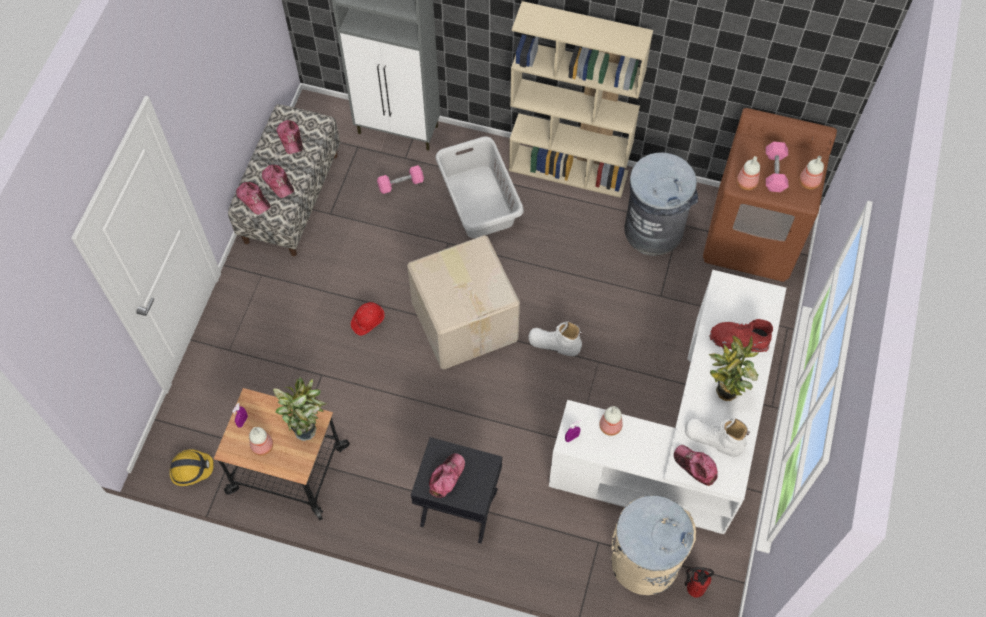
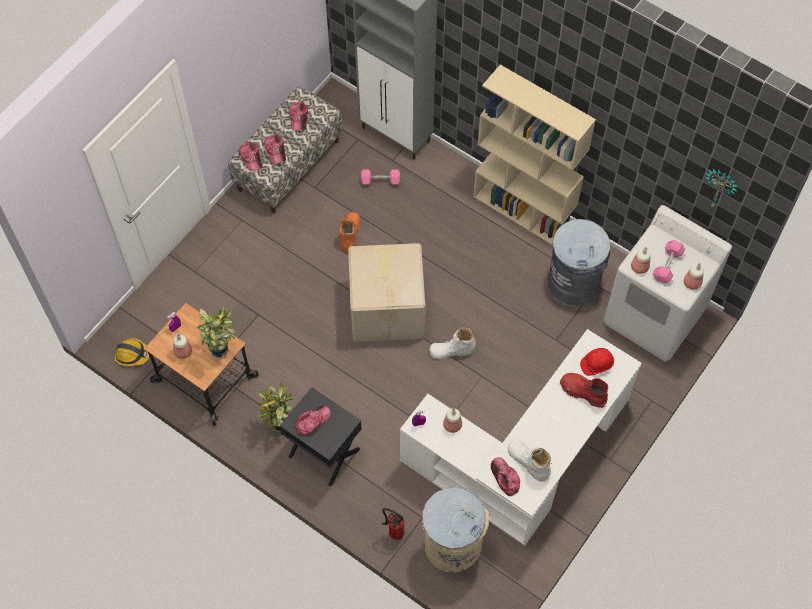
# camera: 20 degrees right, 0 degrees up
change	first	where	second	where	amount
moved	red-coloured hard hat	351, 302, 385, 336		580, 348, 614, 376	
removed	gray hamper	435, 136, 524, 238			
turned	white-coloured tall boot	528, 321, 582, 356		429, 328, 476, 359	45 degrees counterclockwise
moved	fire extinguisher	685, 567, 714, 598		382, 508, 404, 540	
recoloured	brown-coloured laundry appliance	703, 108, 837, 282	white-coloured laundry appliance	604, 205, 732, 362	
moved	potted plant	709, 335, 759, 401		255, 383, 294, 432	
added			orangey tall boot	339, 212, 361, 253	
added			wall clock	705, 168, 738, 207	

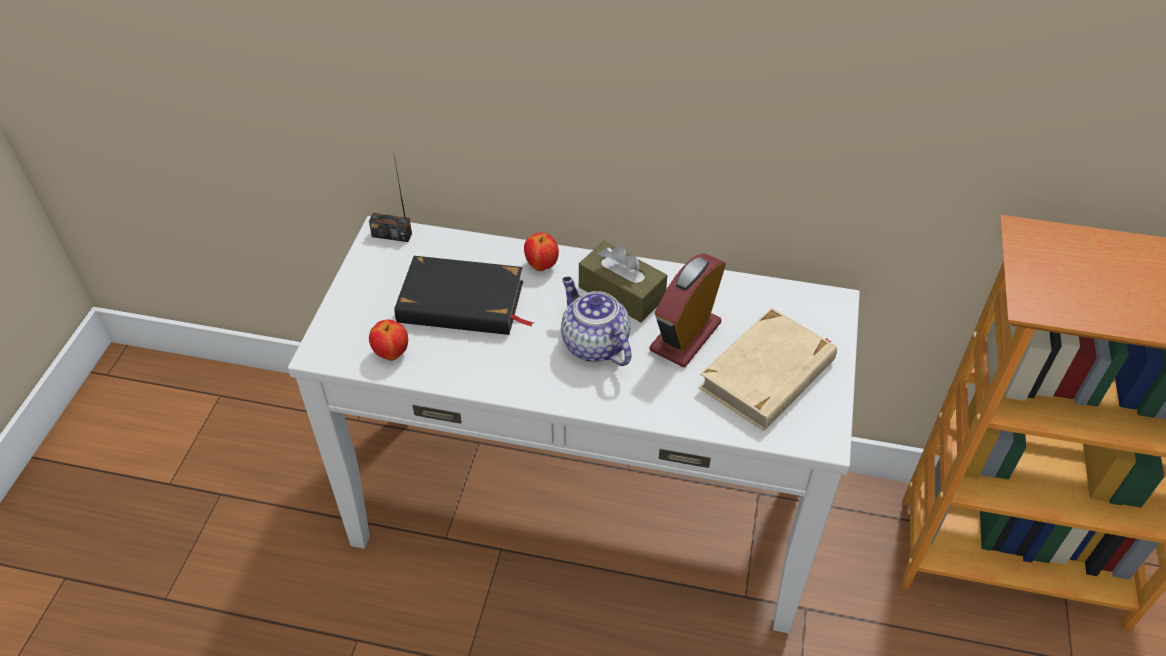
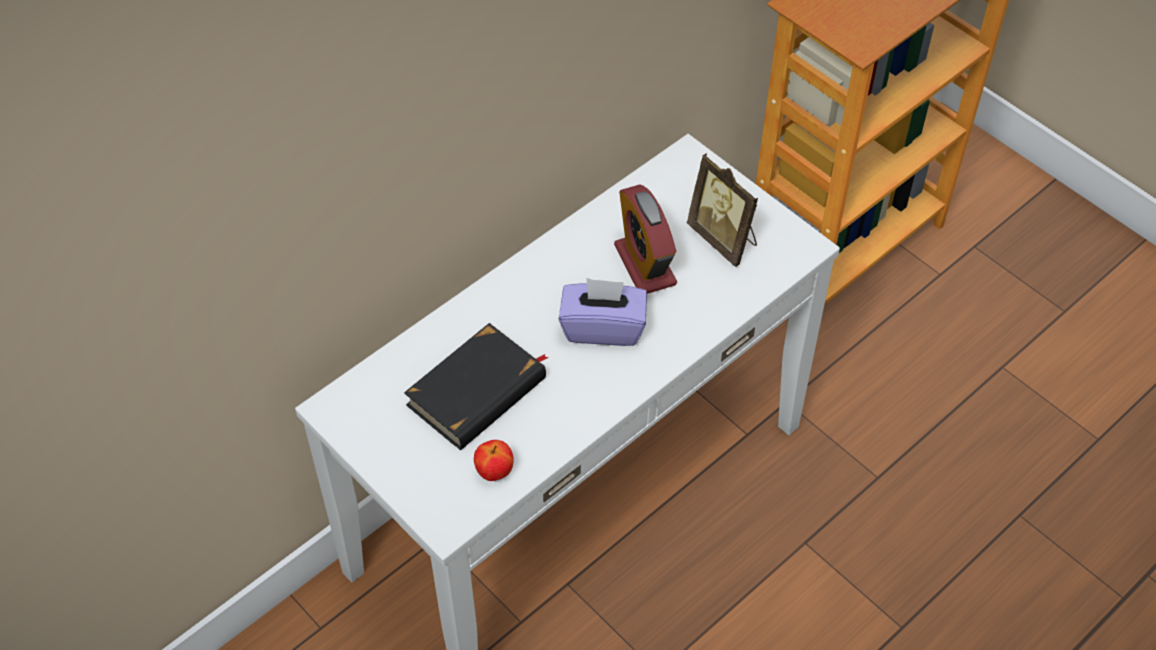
# camera: 55 degrees left, 5 degrees up
change	first	where	second	where	amount
removed	radio receiver	369, 156, 412, 242			
removed	apple fruit	524, 233, 559, 271			
replaced	tea pot	561, 277, 632, 366	purplish tissue holder	558, 278, 647, 346	
removed	brown-coloured tissue holder	579, 241, 667, 322			
replaced	beige-coloured book	699, 308, 837, 431	photo frame	687, 153, 758, 267	

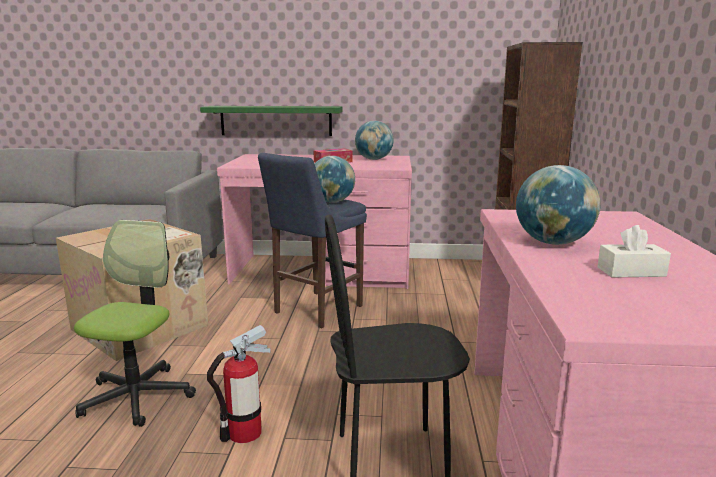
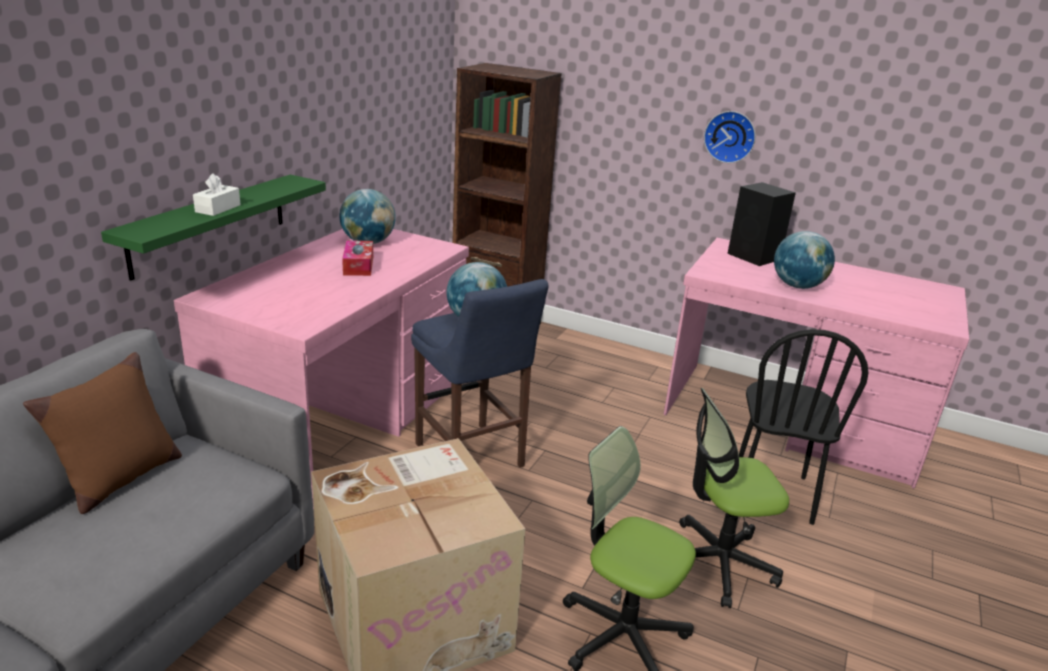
# camera: 70 degrees left, 10 degrees up
change	first	where	second	where	amount
replaced	fire extinguisher	207, 325, 270, 443	desk chair	679, 388, 789, 608	
moved	white-coloured tissue holder	597, 225, 671, 277		193, 173, 241, 216	
added			brown-coloured pillow	23, 352, 182, 514	
added			wall clock	704, 111, 756, 163	
added			black-coloured speaker	727, 182, 796, 266	

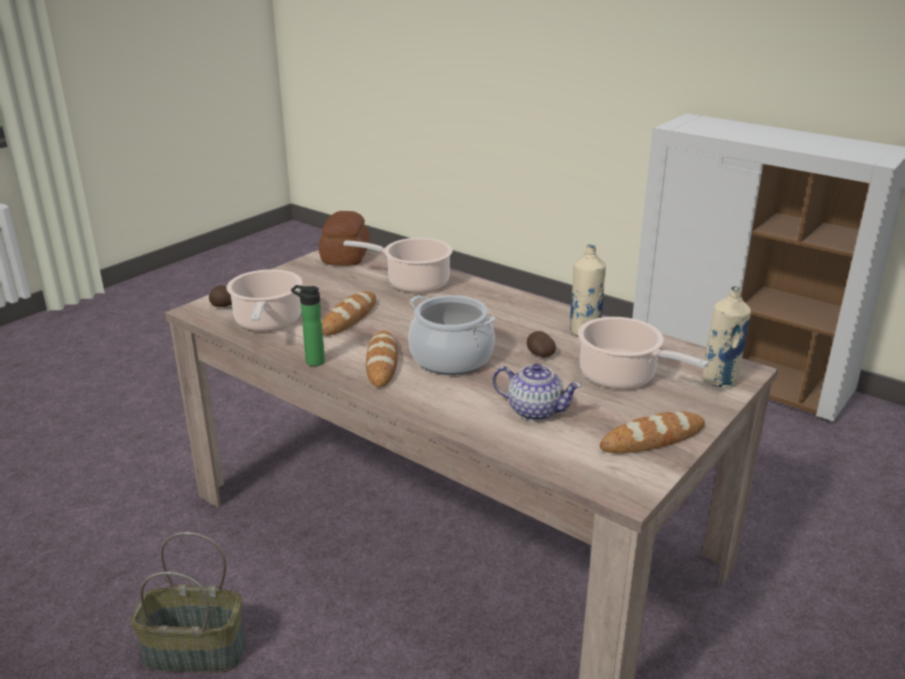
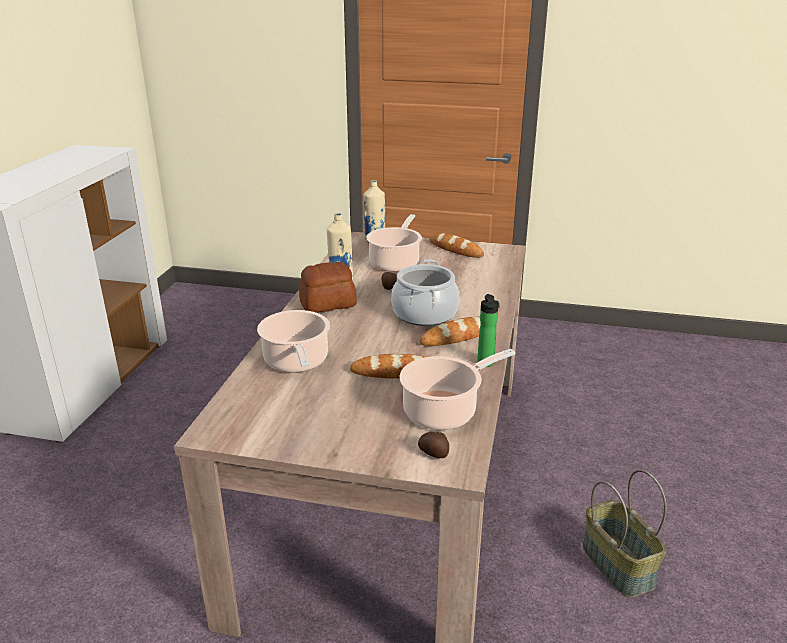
# camera: 115 degrees left, 0 degrees up
change	first	where	second	where	amount
moved	bread	319, 211, 370, 266		299, 262, 357, 313	
removed	tea pot	493, 363, 582, 421			

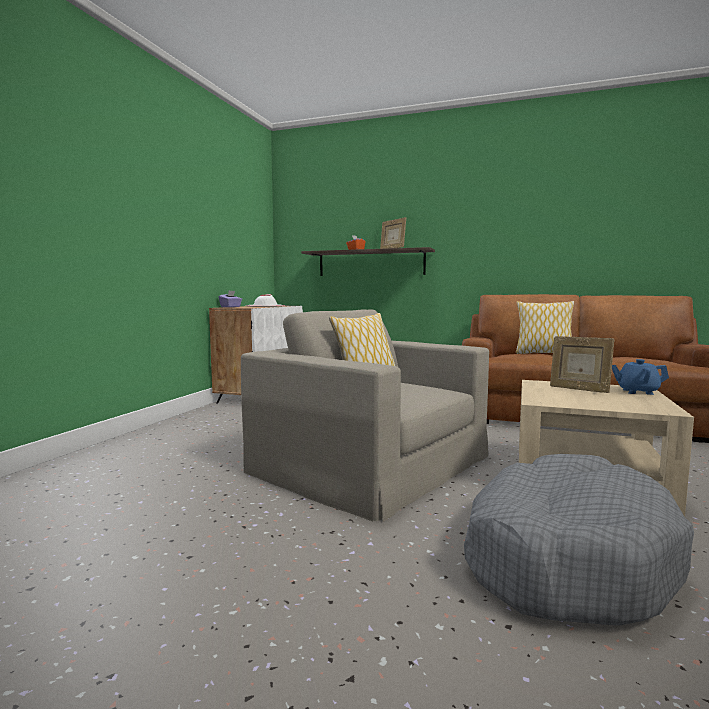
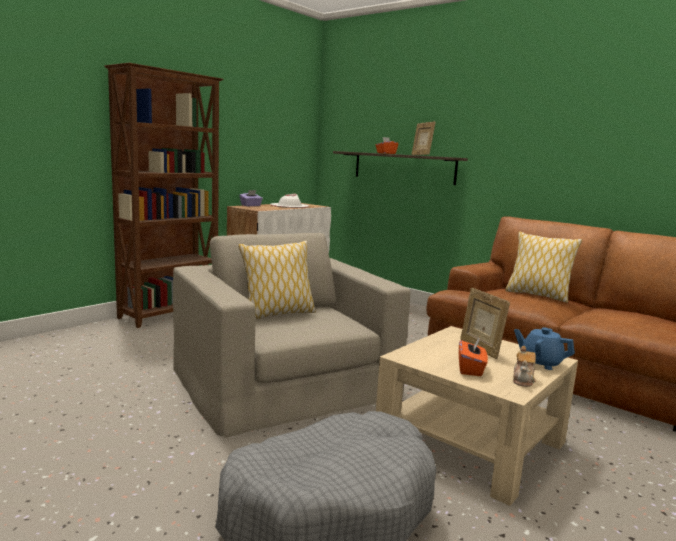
# camera: 20 degrees right, 5 degrees up
change	first	where	second	where	amount
added			brown-coloured bookshelf	104, 63, 224, 328	
added			orangey tissue holder	459, 338, 488, 376	
added			tea pot	513, 346, 536, 387	

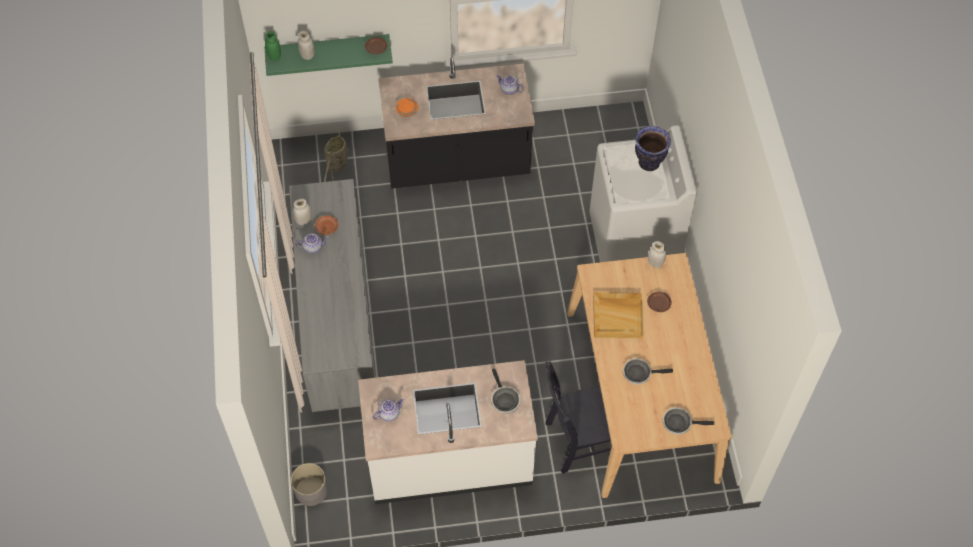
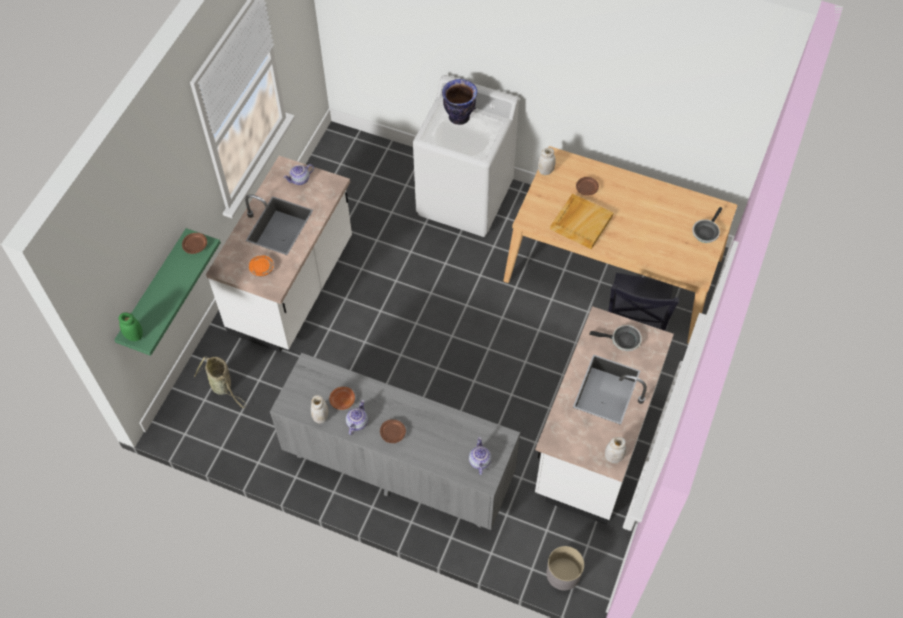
# camera: 60 degrees left, 0 degrees up
change	first	where	second	where	amount
moved	white-coloured storage jar	298, 31, 314, 60		605, 437, 626, 463	
moved	tea pot	373, 398, 405, 421		469, 437, 491, 475	
recoloured	black-coloured counter	378, 57, 535, 189	white-coloured counter	206, 156, 352, 353	
removed	pan	623, 358, 673, 385			
added			brown-coloured plate	380, 419, 406, 443	

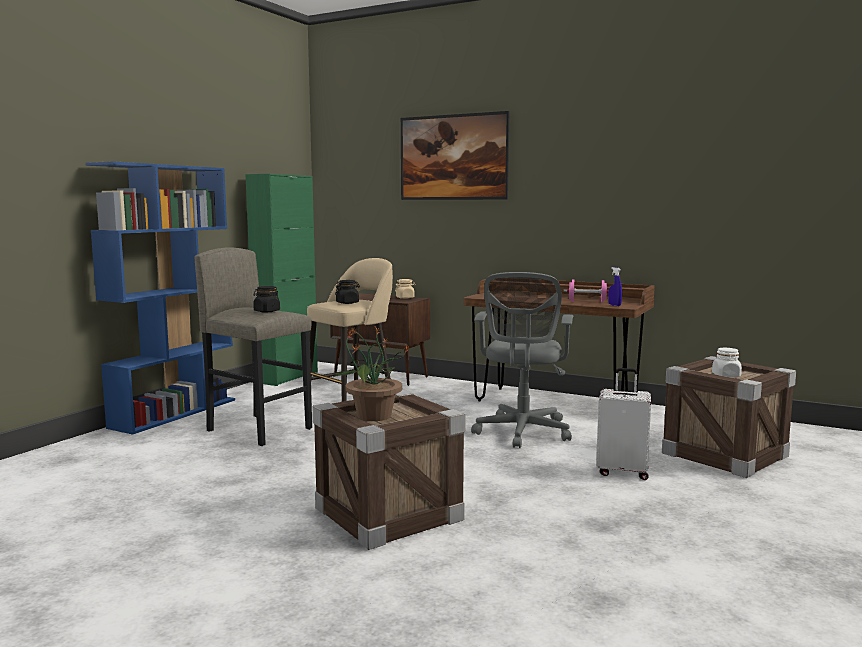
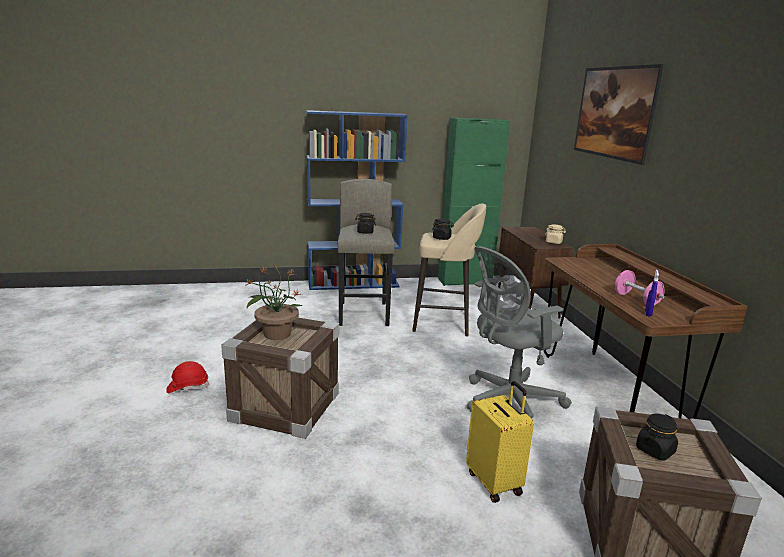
# camera: 50 degrees right, 10 degrees up
change	first	where	second	where	amount
recoloured	white-coloured travel case	596, 368, 651, 480	yellow-coloured travel case	466, 381, 534, 503	
recoloured	white-coloured storage jar	712, 348, 742, 377	black-coloured storage jar	636, 414, 678, 461	
added			red-coloured hard hat	166, 361, 209, 393	

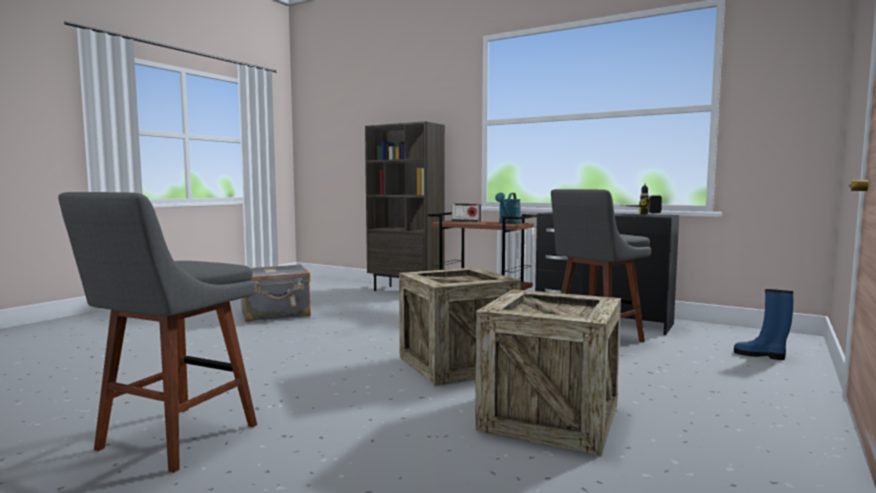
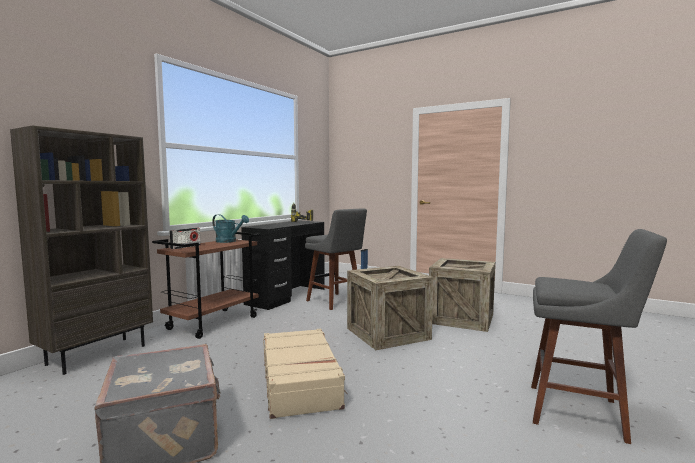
# camera: 90 degrees left, 0 degrees up
change	first	where	second	where	amount
added			beige-coloured travel case	263, 329, 348, 419	

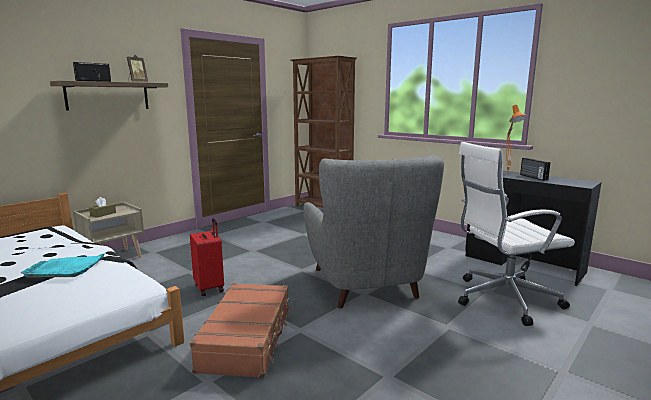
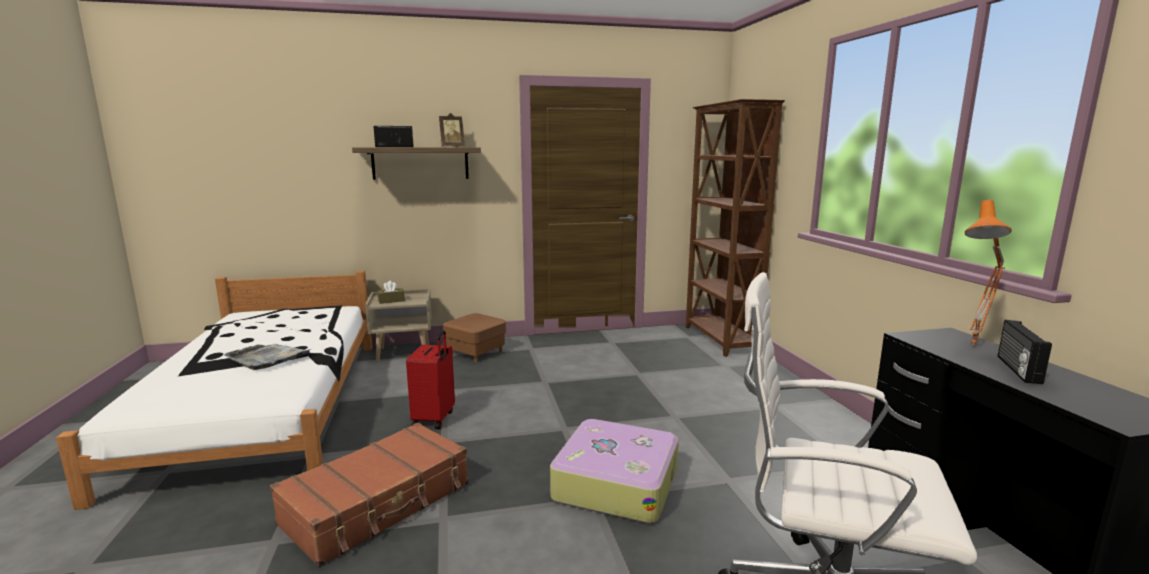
# camera: 35 degrees right, 0 degrees up
change	first	where	second	where	amount
recoloured	blue-green carrying tray	21, 253, 106, 278	gray carrying tray	225, 344, 312, 370	
replaced	gray easy chair	303, 154, 444, 308	travel case	550, 419, 679, 523	
added			brown-coloured pouffe	443, 313, 506, 362	

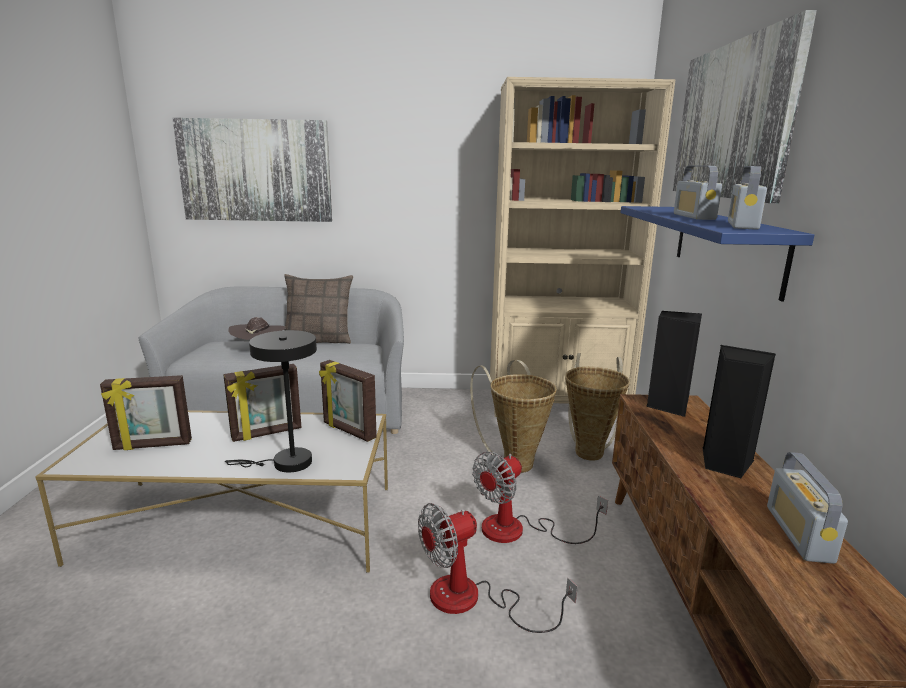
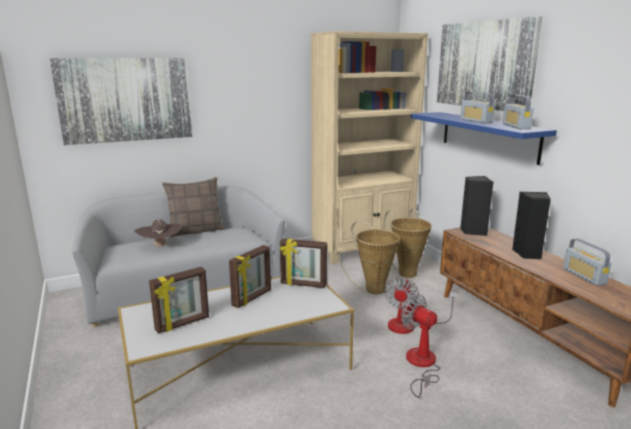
# camera: 25 degrees left, 0 degrees up
change	first	where	second	where	amount
removed	black-coloured tabletop lamp	225, 330, 317, 473			
turned	fan	418, 503, 578, 633		401, 295, 440, 398	105 degrees clockwise

